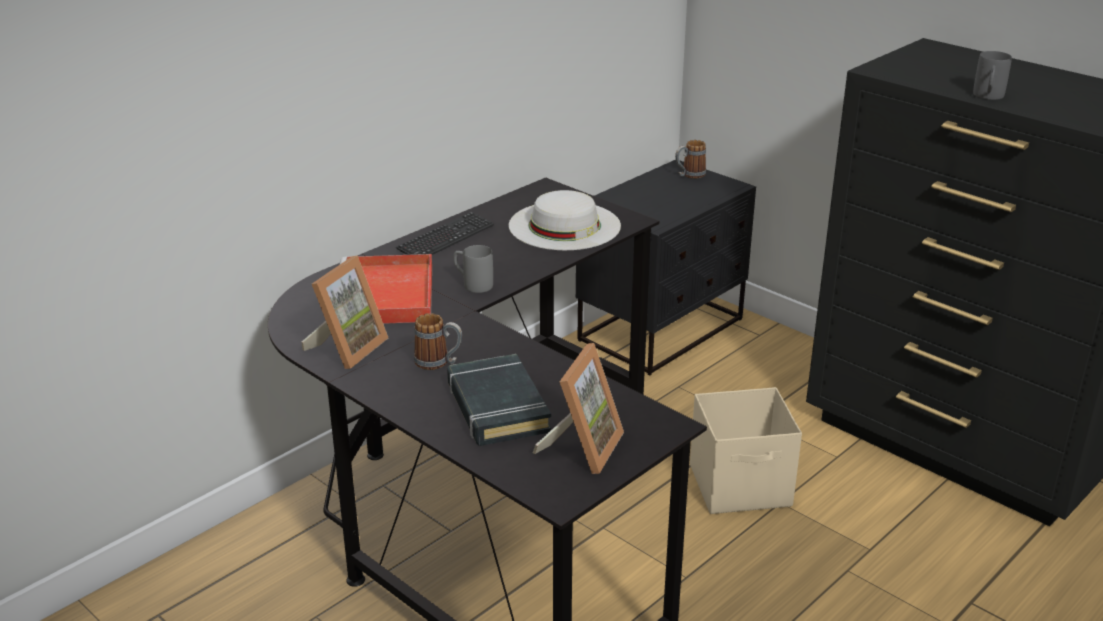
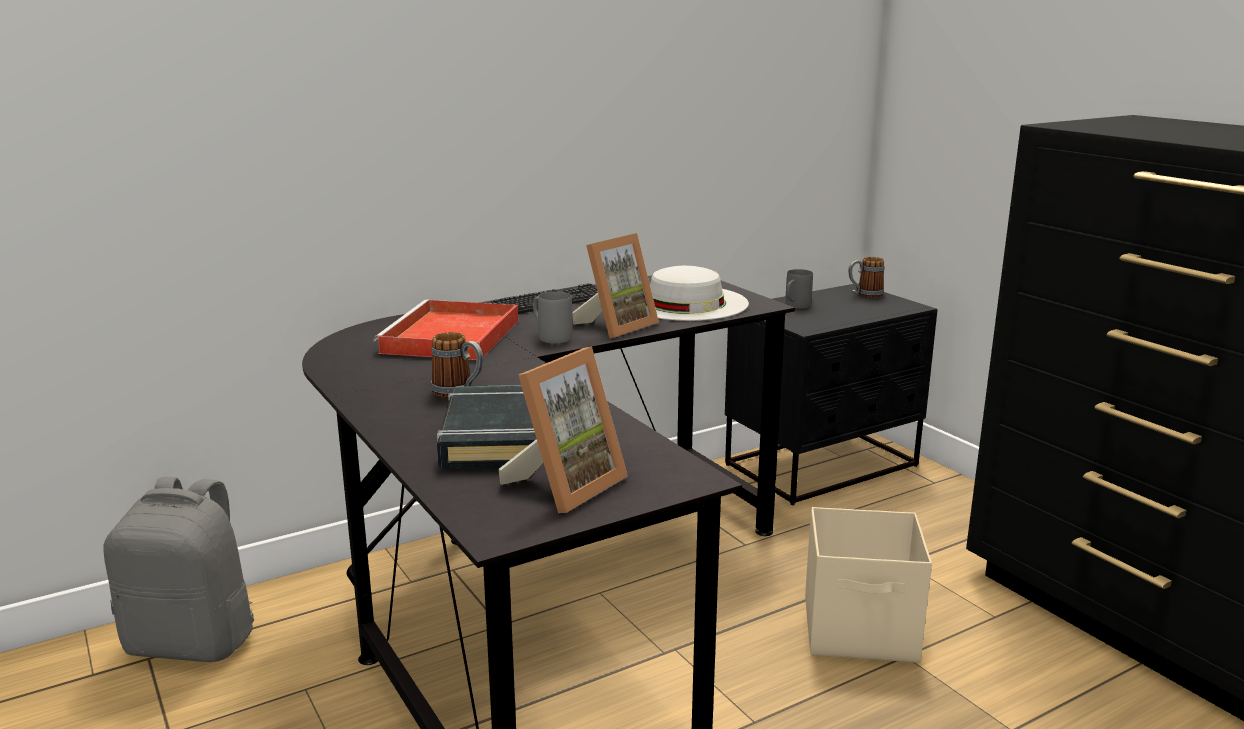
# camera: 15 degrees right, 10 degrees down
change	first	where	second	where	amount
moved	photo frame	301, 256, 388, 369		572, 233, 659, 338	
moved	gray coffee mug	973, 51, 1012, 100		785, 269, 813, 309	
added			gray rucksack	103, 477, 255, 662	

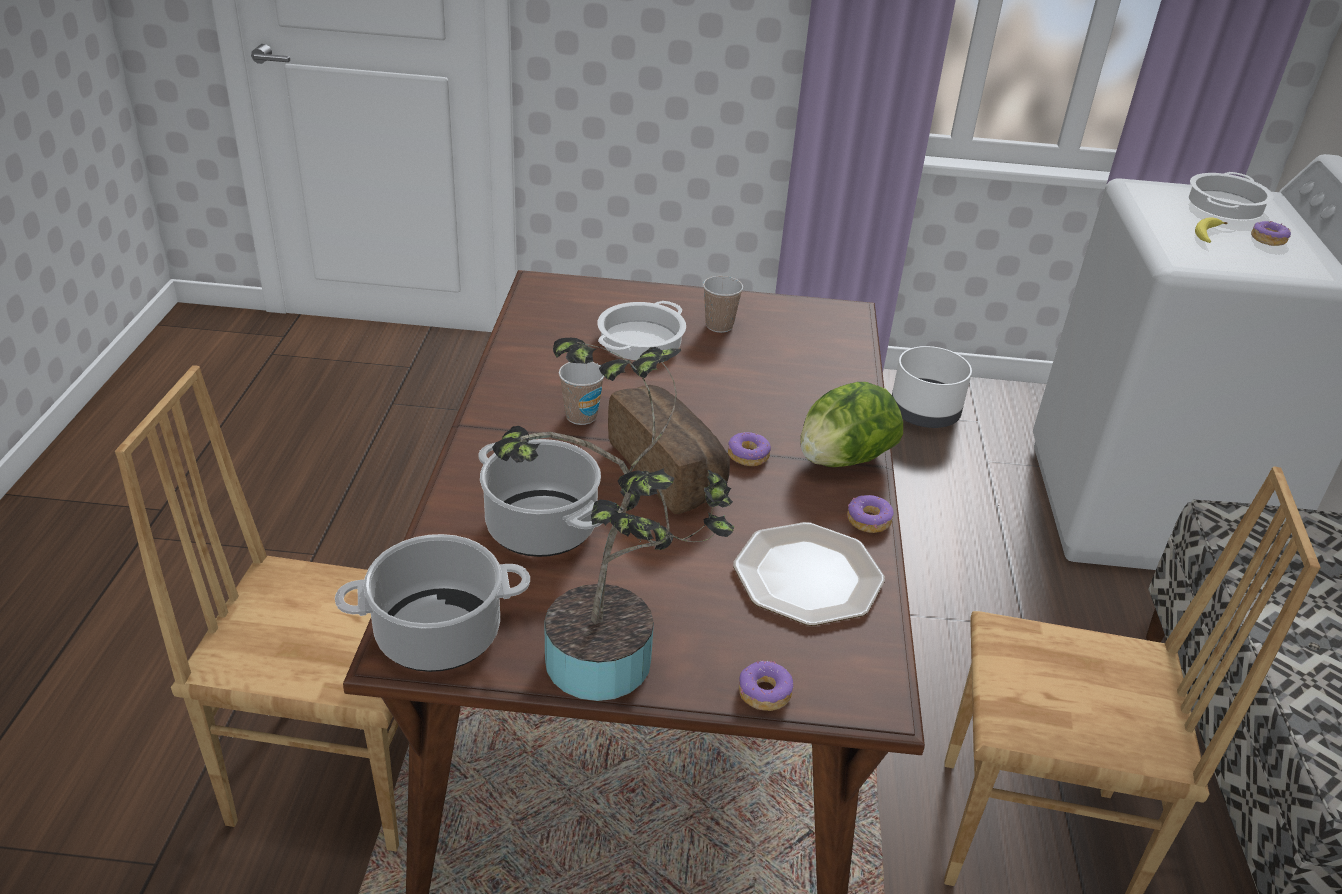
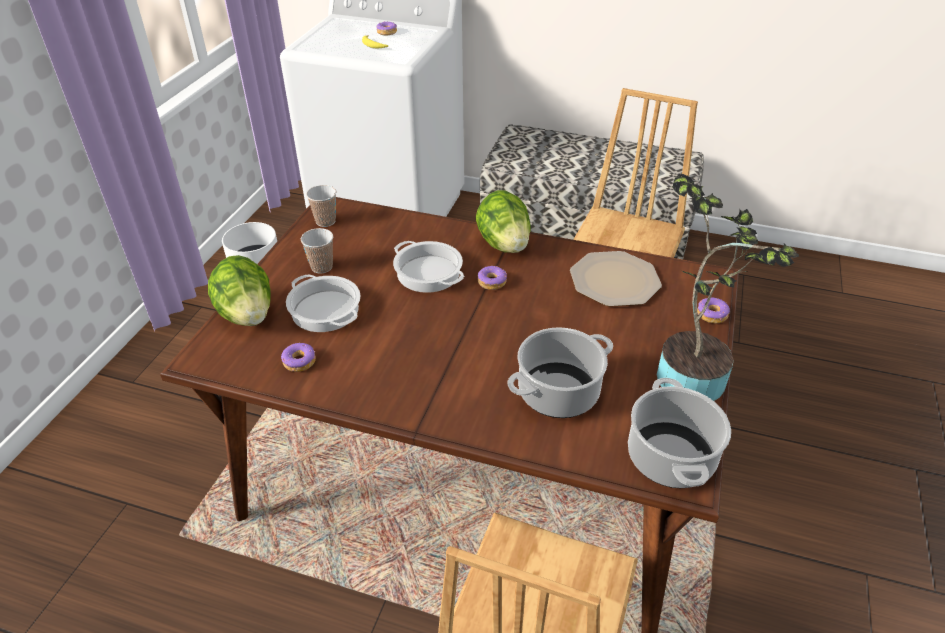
# camera: 75 degrees left, 5 degrees up
change	first	where	second	where	amount
moved	cup	559, 362, 604, 425		306, 185, 336, 227	
removed	bread	608, 385, 730, 514			
moved	ring doughnut	847, 495, 894, 533		281, 343, 316, 372	
moved	saucepot	1188, 172, 1274, 219		393, 241, 464, 293	
added			lettuce	208, 255, 271, 326	

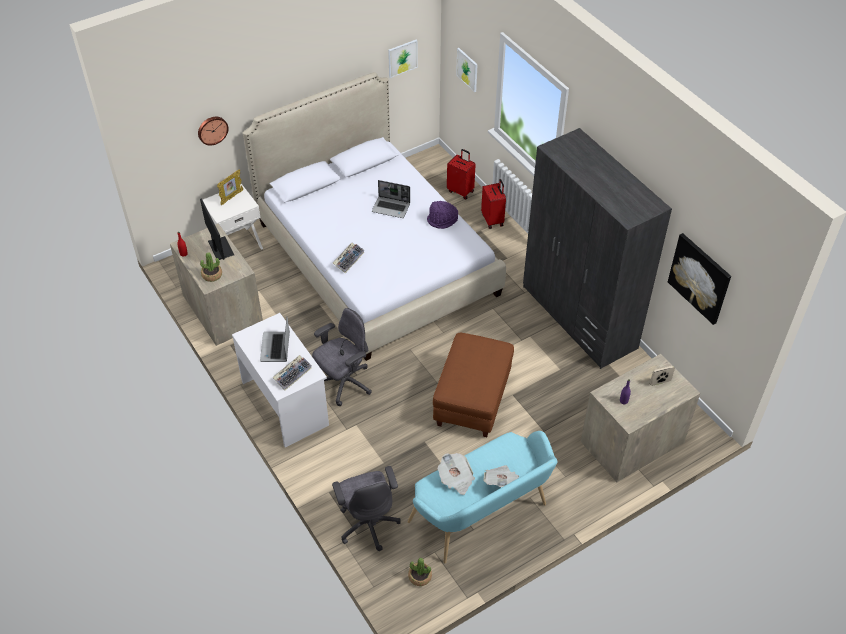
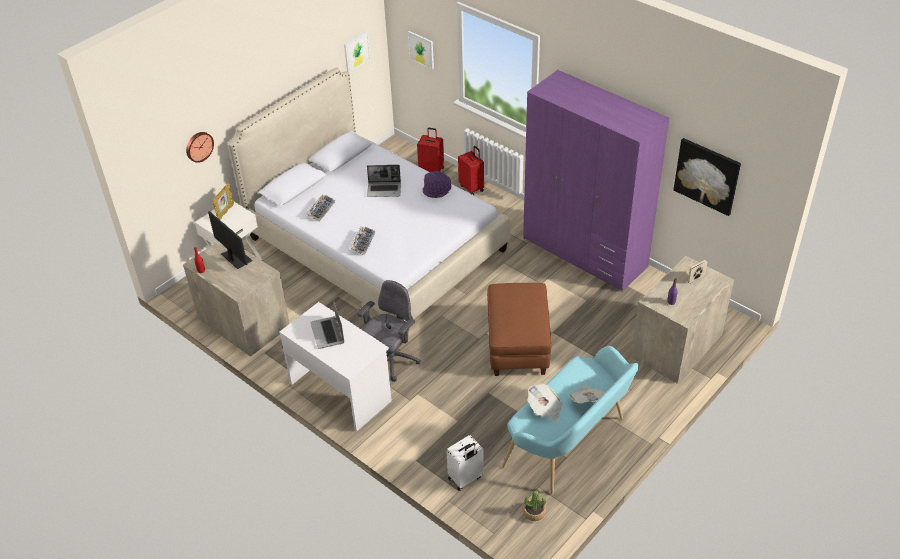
# camera: 15 degrees left, 5 degrees down
change	first	where	second	where	amount
removed	potted plant	200, 252, 222, 282			
moved	computer keyboard	272, 355, 312, 390		306, 195, 335, 222	
replaced	gray desk chair	332, 466, 401, 551	white-coloured travel case	447, 435, 484, 491	
recoloured	gray armoire	523, 128, 672, 369	purplish armoire	523, 70, 670, 291	

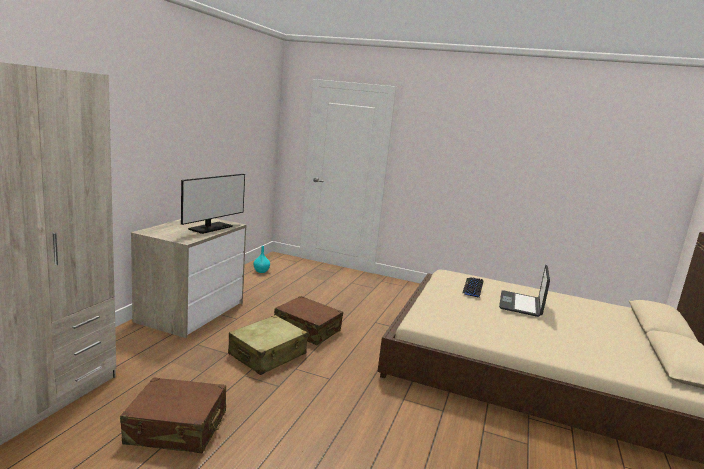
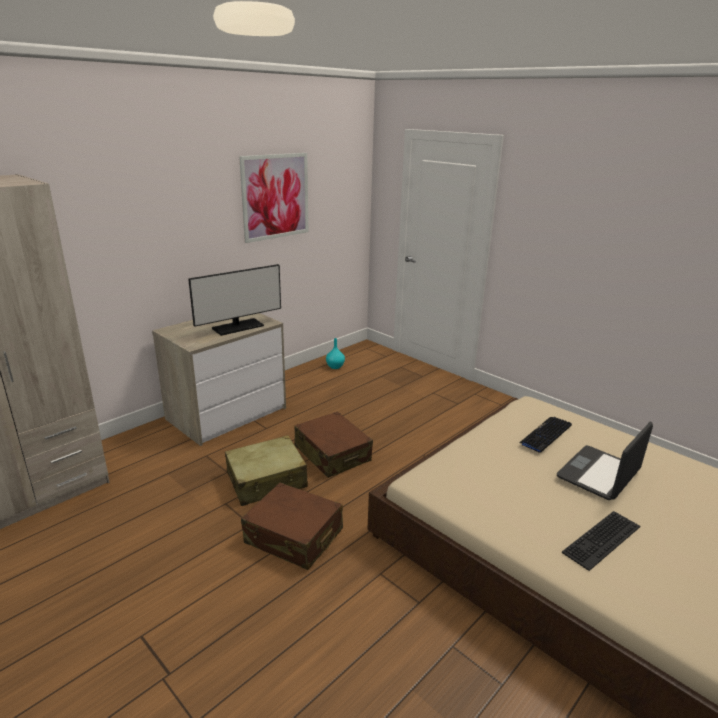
# camera: 25 degrees right, 10 degrees up
change	first	where	second	where	amount
moved	brown-coloured travel case	120, 377, 226, 453		241, 483, 343, 570	
added			wall picture	239, 153, 308, 243	
added			computer keyboard	562, 511, 640, 571	

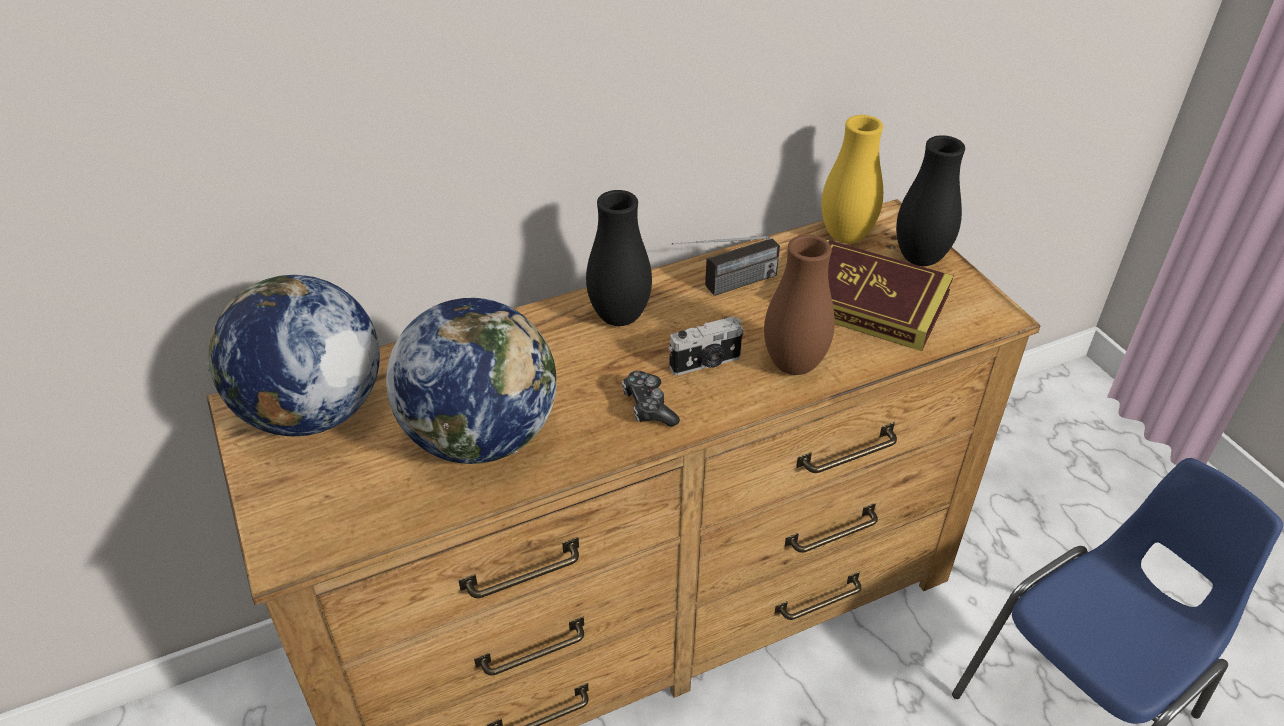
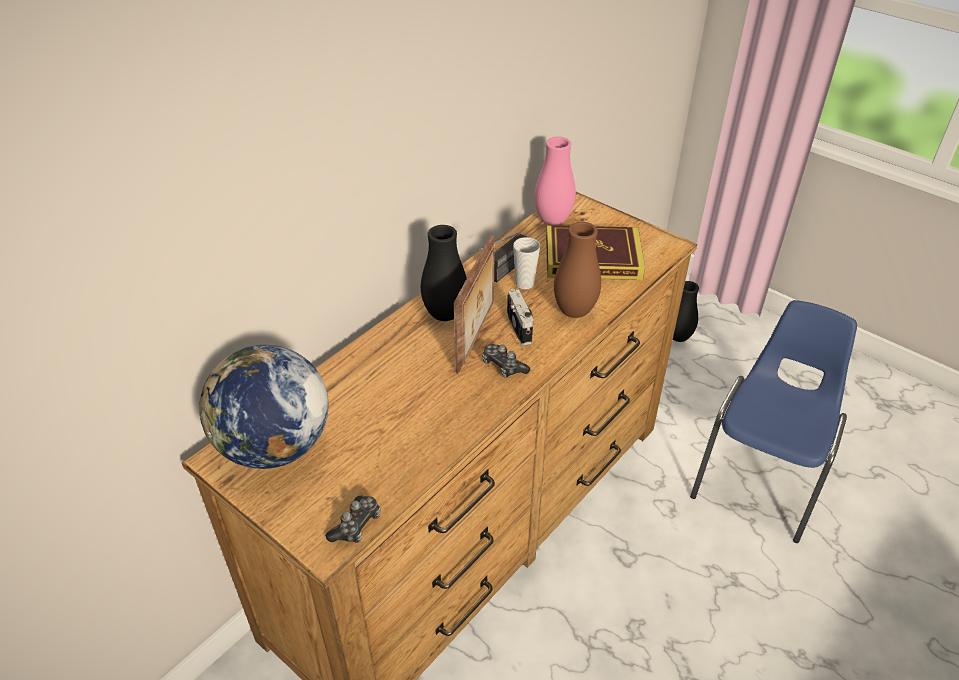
# camera: 25 degrees left, 0 degrees up
change	first	where	second	where	amount
removed	desk globe	386, 298, 557, 464			
turned	photo camera	668, 316, 744, 375		507, 289, 534, 345	60 degrees counterclockwise
recoloured	yellow-coloured vase	821, 115, 883, 243	pink vase	534, 137, 576, 225	
moved	black-coloured vase	896, 135, 965, 266		673, 281, 699, 342	
added			game controller	326, 495, 381, 543	
added			photo frame	454, 234, 495, 374	
added			cup	513, 237, 540, 289	

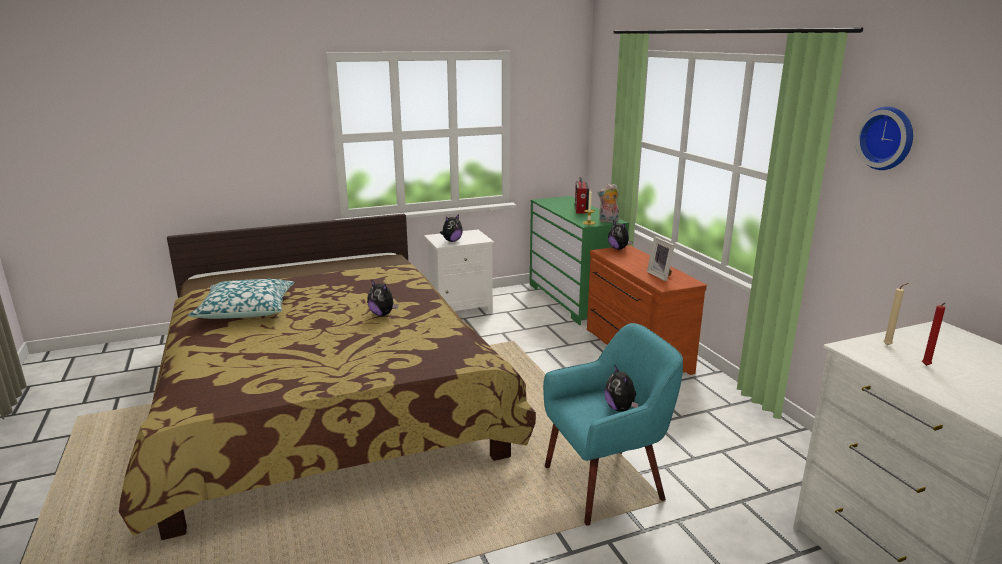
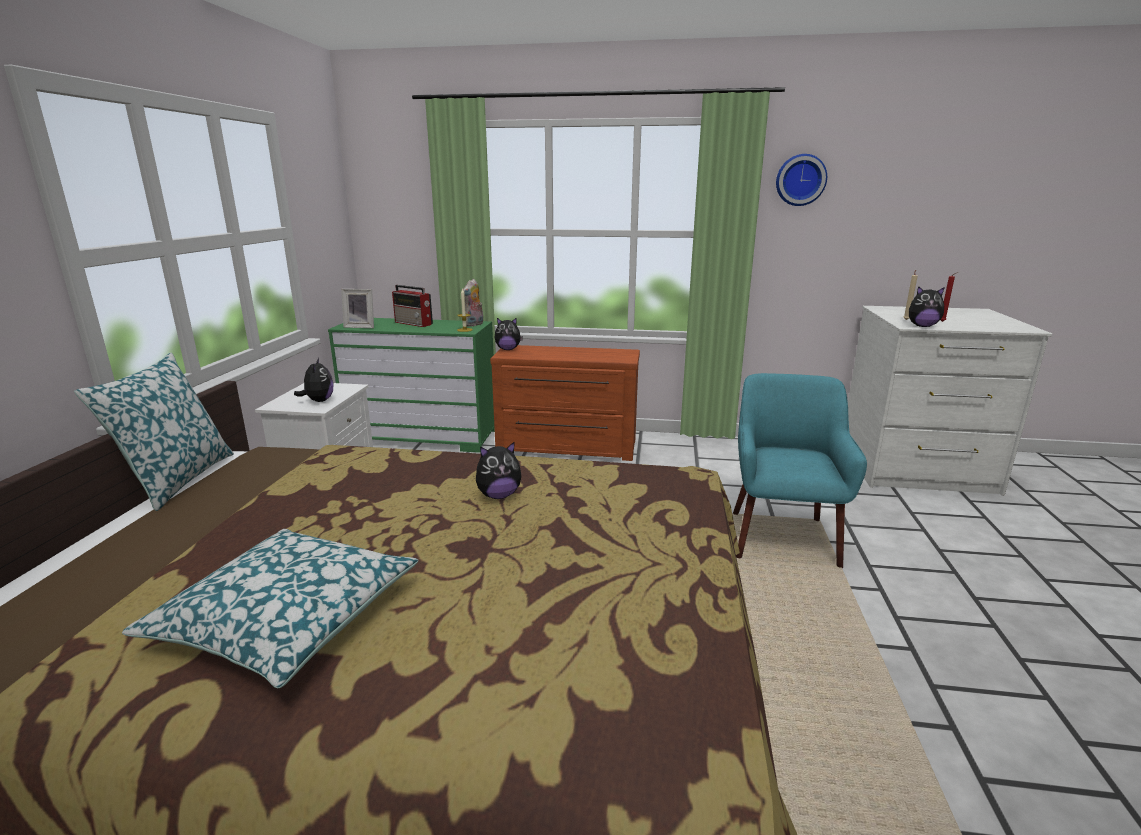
# camera: 60 degrees left, 0 degrees up
change	first	where	second	where	amount
moved	soft toy	604, 365, 639, 412		909, 286, 945, 327	
moved	photo frame	647, 237, 675, 281		341, 289, 374, 328	
added			pillow	74, 353, 234, 511	

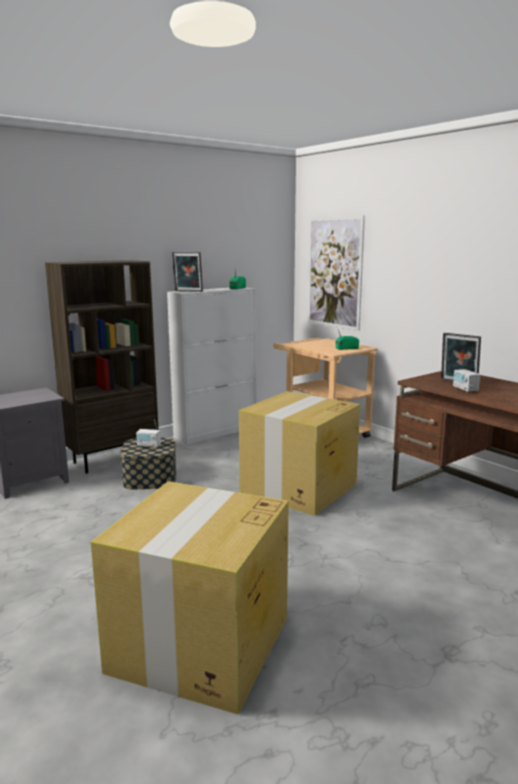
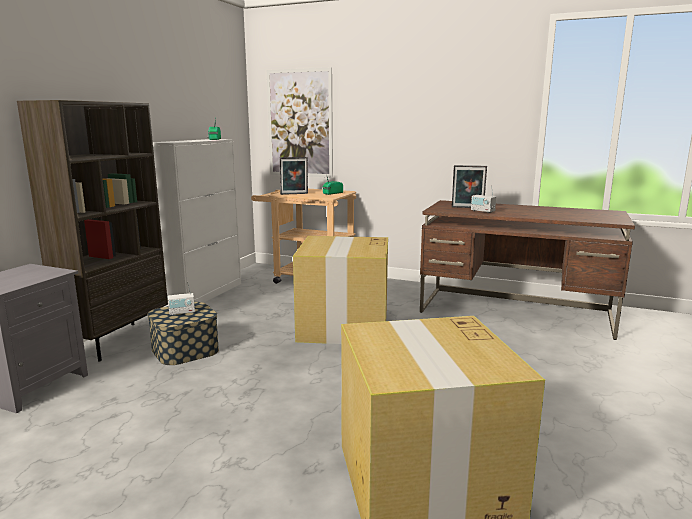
# camera: 30 degrees left, 0 degrees up
change	first	where	second	where	amount
moved	photo frame	172, 252, 203, 292		280, 157, 308, 195	

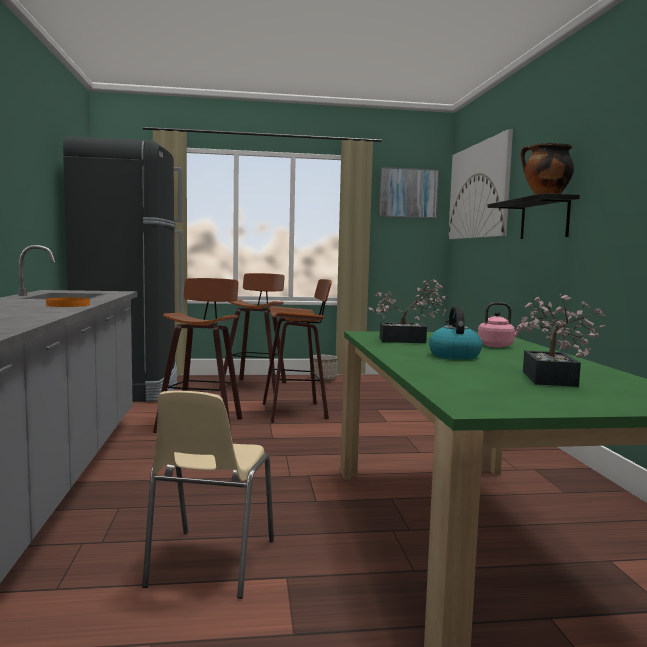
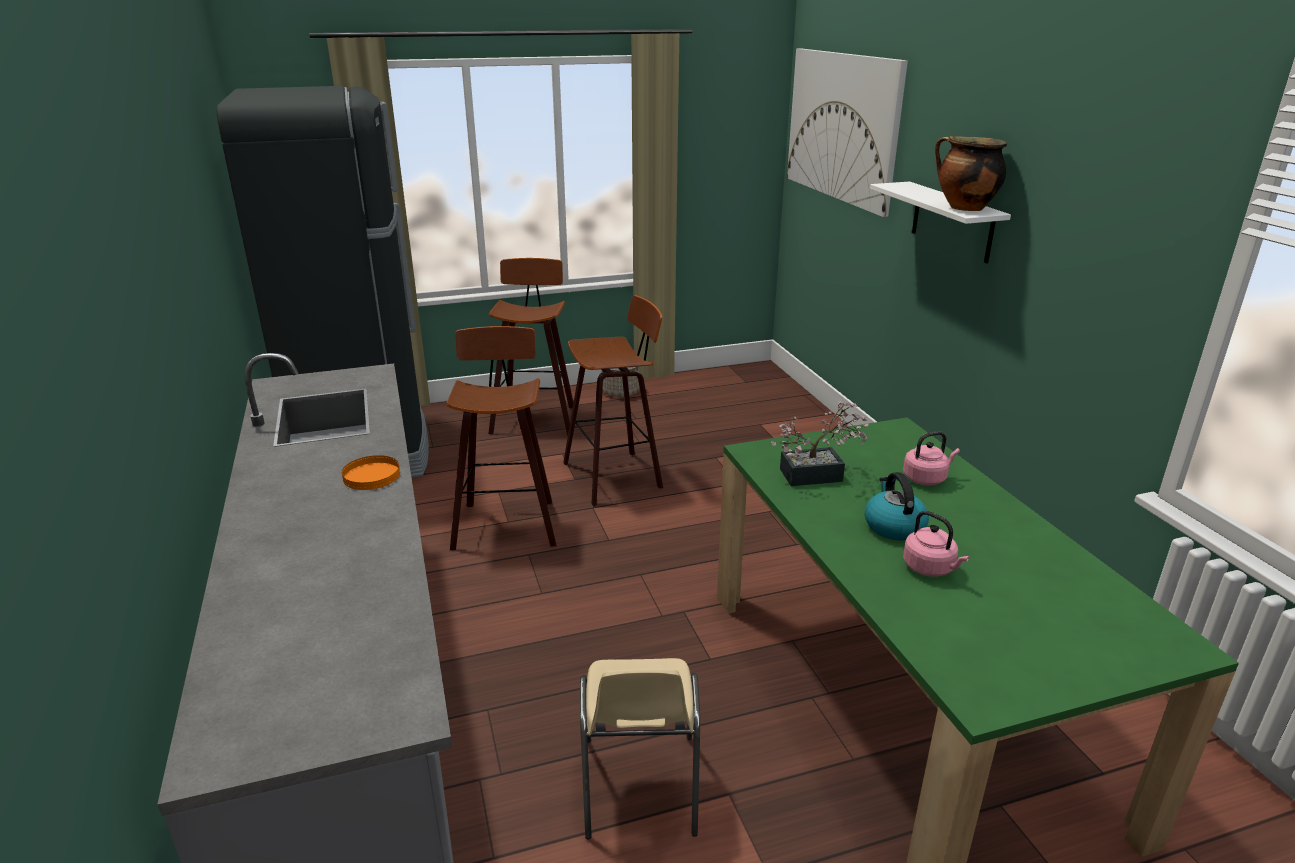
# camera: 10 degrees left, 20 degrees up
change	first	where	second	where	amount
removed	wall picture	378, 167, 439, 219			
recoloured	black-coloured wall shelf	487, 193, 580, 239	white-coloured wall shelf	870, 181, 1011, 263	
removed	potted plant	516, 294, 606, 387			
added			pink kettle	903, 511, 969, 577	

